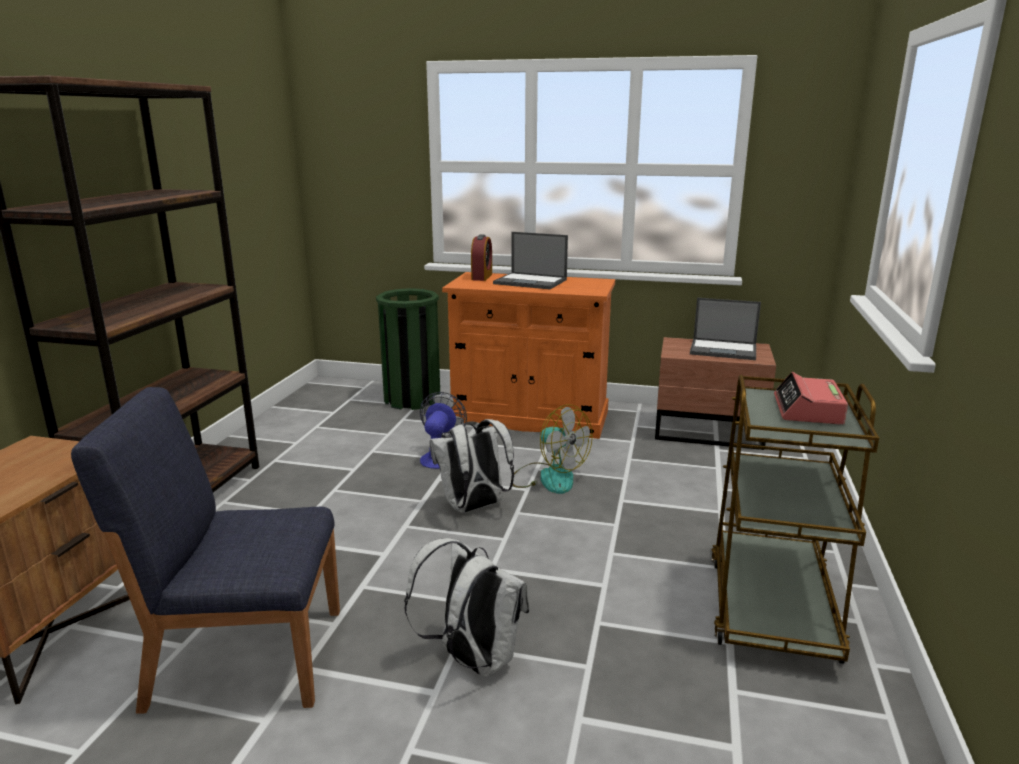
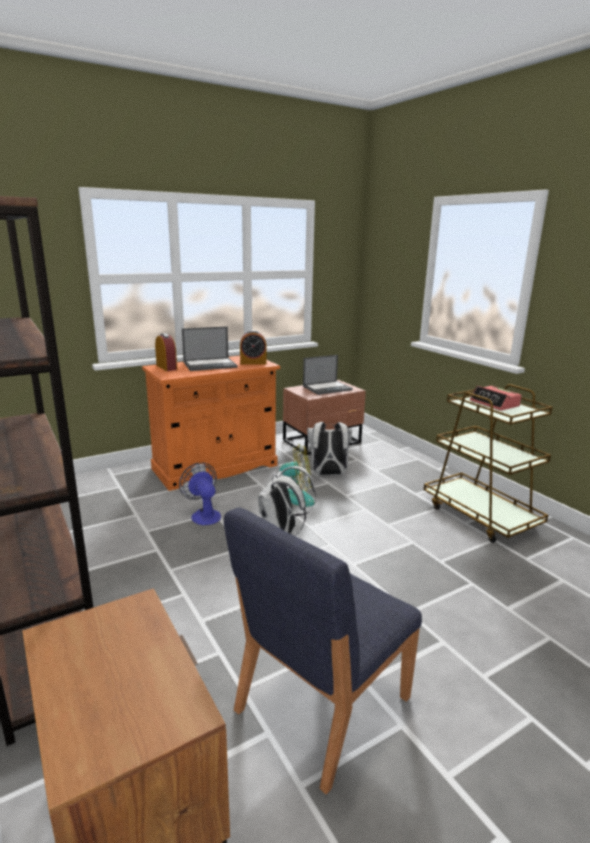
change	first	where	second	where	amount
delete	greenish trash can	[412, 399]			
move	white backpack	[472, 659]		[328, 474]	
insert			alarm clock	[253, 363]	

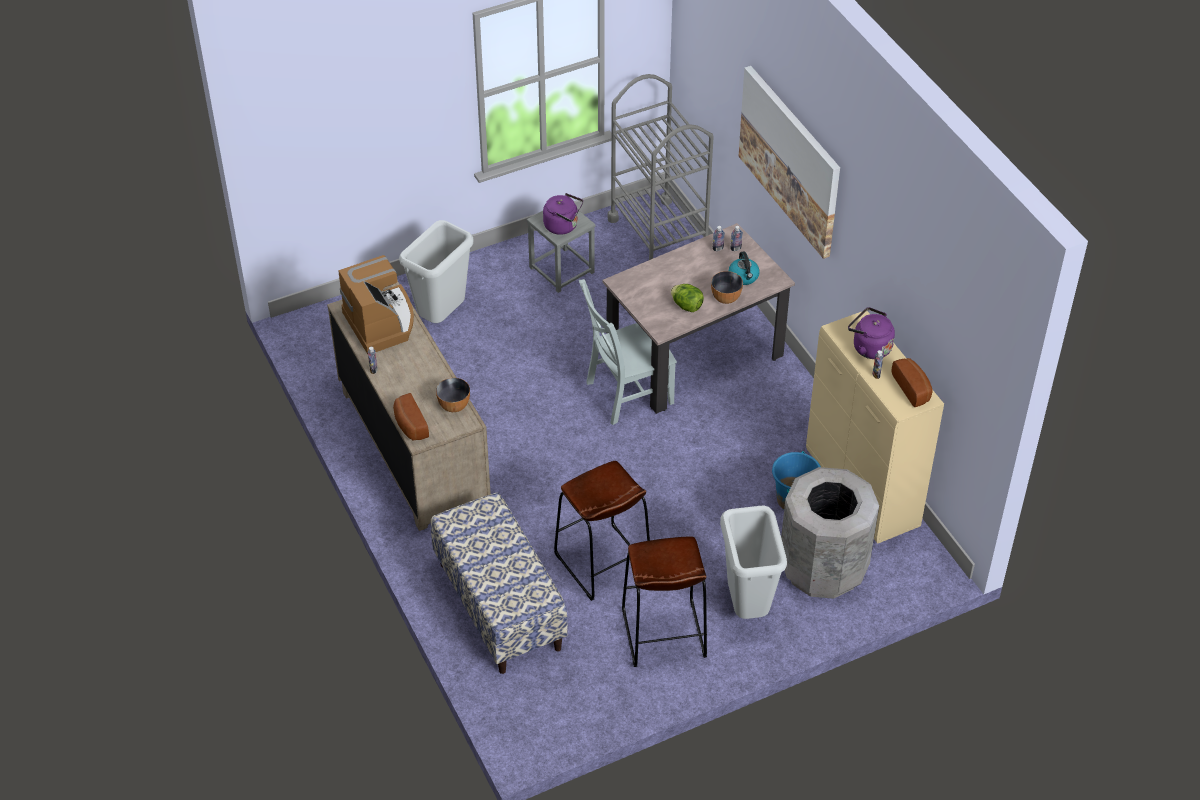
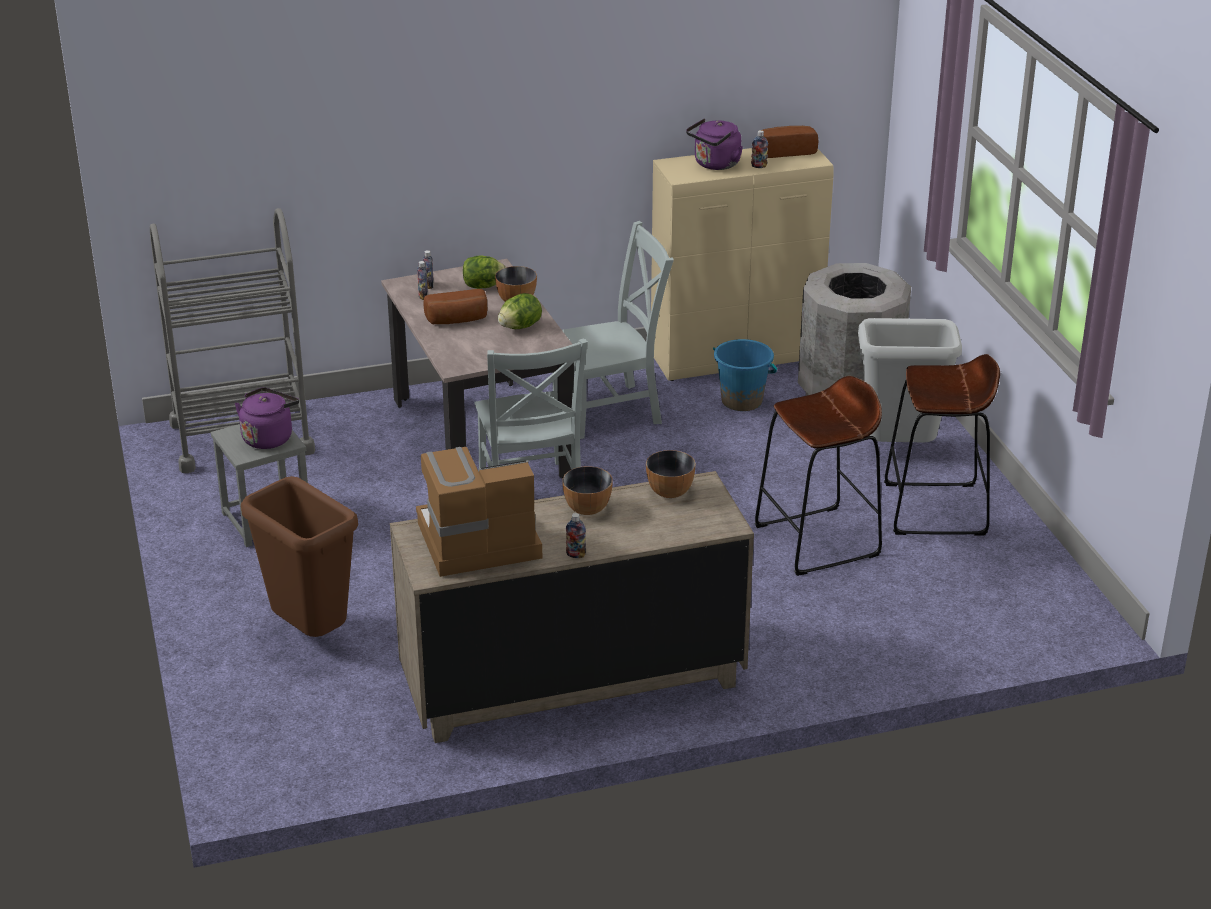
change	first	where	second	where	amount
delete	wall picture	[790, 160]			
recolor	greyish trash can	[441, 316]	brownish trash can	[309, 634]	
replace	tea kettle	[744, 277]	head of lettuce	[483, 286]	
move	bread	[409, 425]		[457, 320]	
delete	indoor bench	[499, 606]			
insert			greyish plain chair	[612, 411]	
insert			serving bowl	[587, 509]	

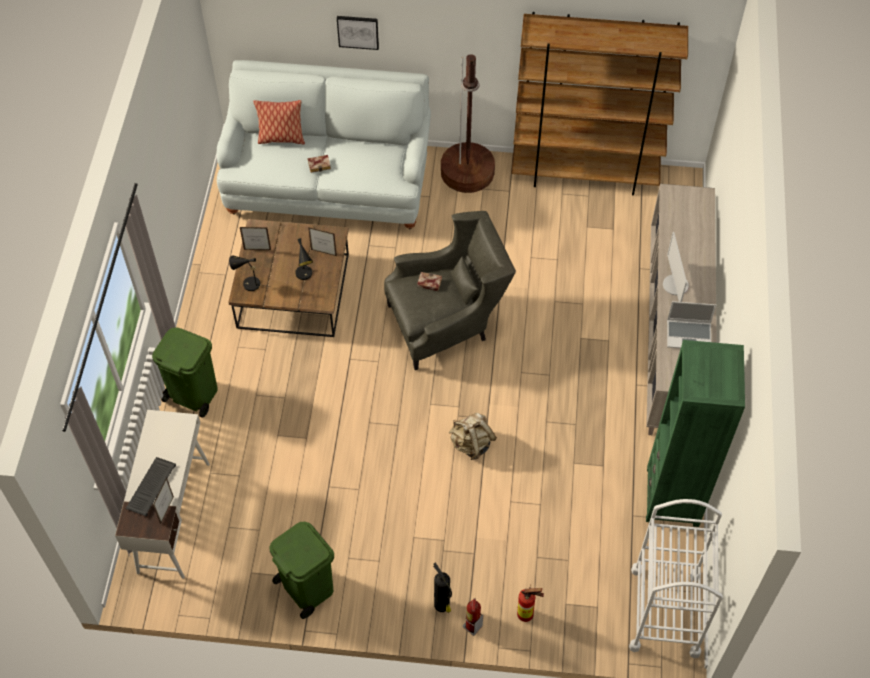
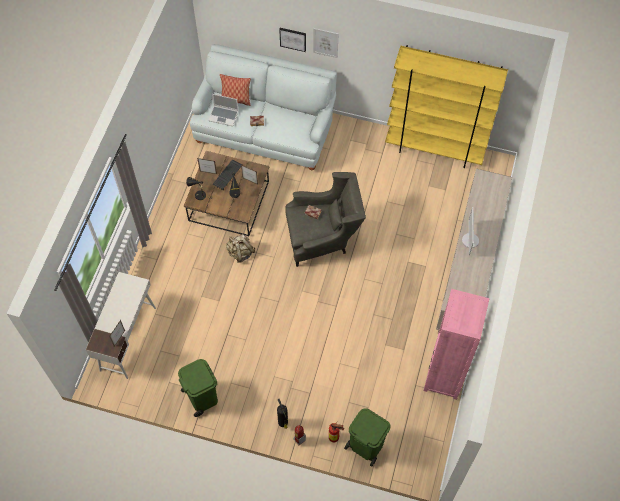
change	first	where	second	where	amount
recolor	brownish shelving unit	[585, 175]	yellow-coloured shelving unit	[435, 149]	
delete	brownish floor lamp	[467, 172]			
move	laptop	[689, 335]		[224, 116]	
move	greenish trash can	[193, 394]		[365, 445]	
recolor	greenish shelving unit	[673, 496]	pinkish shelving unit	[444, 377]	
move	beige-coloured backpack	[471, 444]		[240, 253]	
move	PC keyboard	[151, 486]		[227, 174]	
delete	white trolley	[665, 611]			
insert			wall picture	[325, 42]	

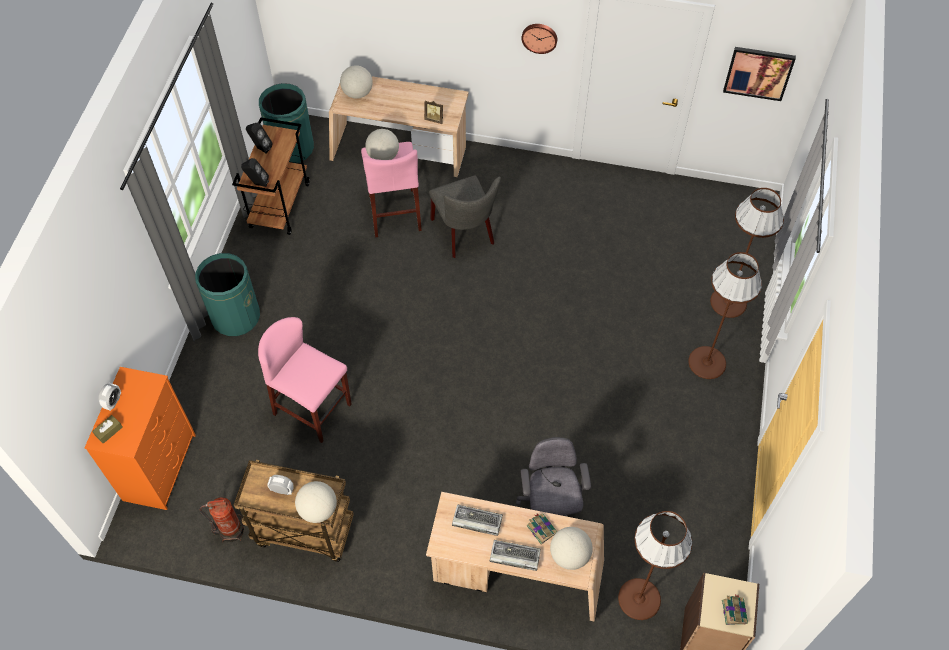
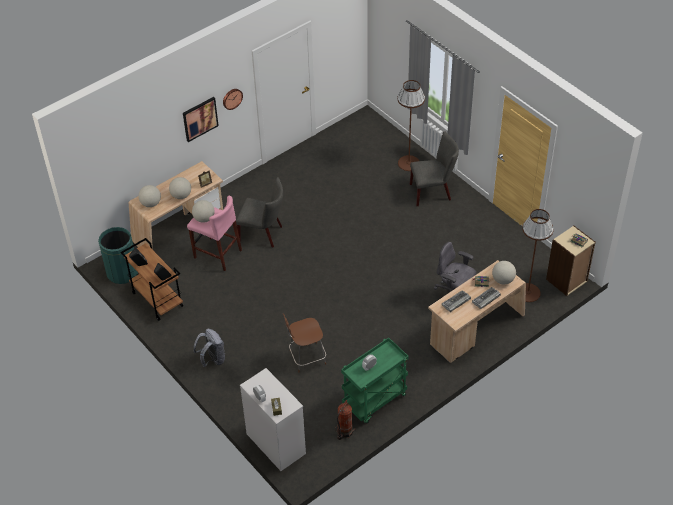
change	first	where	second	where	amount
move	wall picture	[758, 72]		[200, 118]	
replace	brownish floor lamp	[707, 362]	greyish plain chair	[433, 192]	
replace	greenish trash can	[236, 316]	greyish backpack	[212, 359]	
replace	pinkish stool	[312, 409]	brownish plain chair	[306, 357]	
recolor	orange chest of drawers	[160, 466]	white chest of drawers	[275, 443]	
recolor	brownish trolley	[302, 532]	greenish trolley	[374, 401]	
move	globe	[318, 509]		[181, 196]	

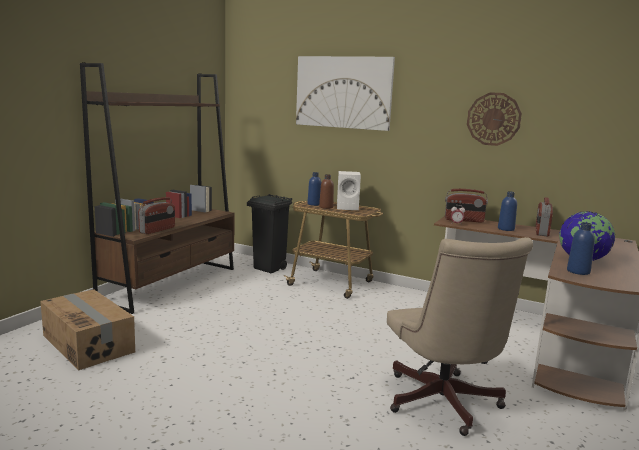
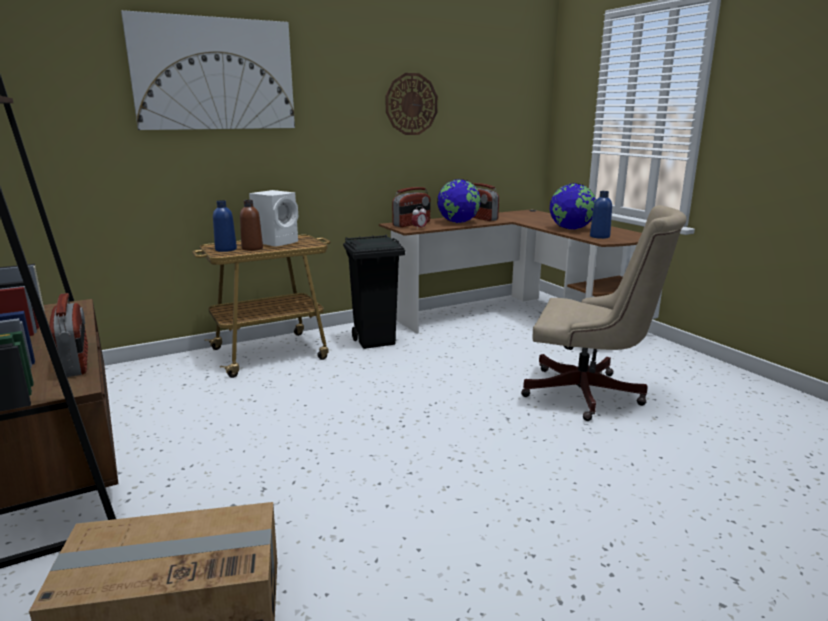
change	first	where	second	where	amount
replace	blue beverage bottle	[506, 229]	globe	[458, 222]	
move	blackish trash can	[269, 268]		[375, 341]	

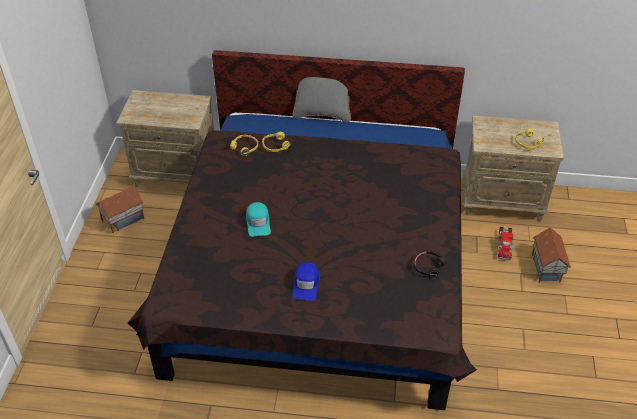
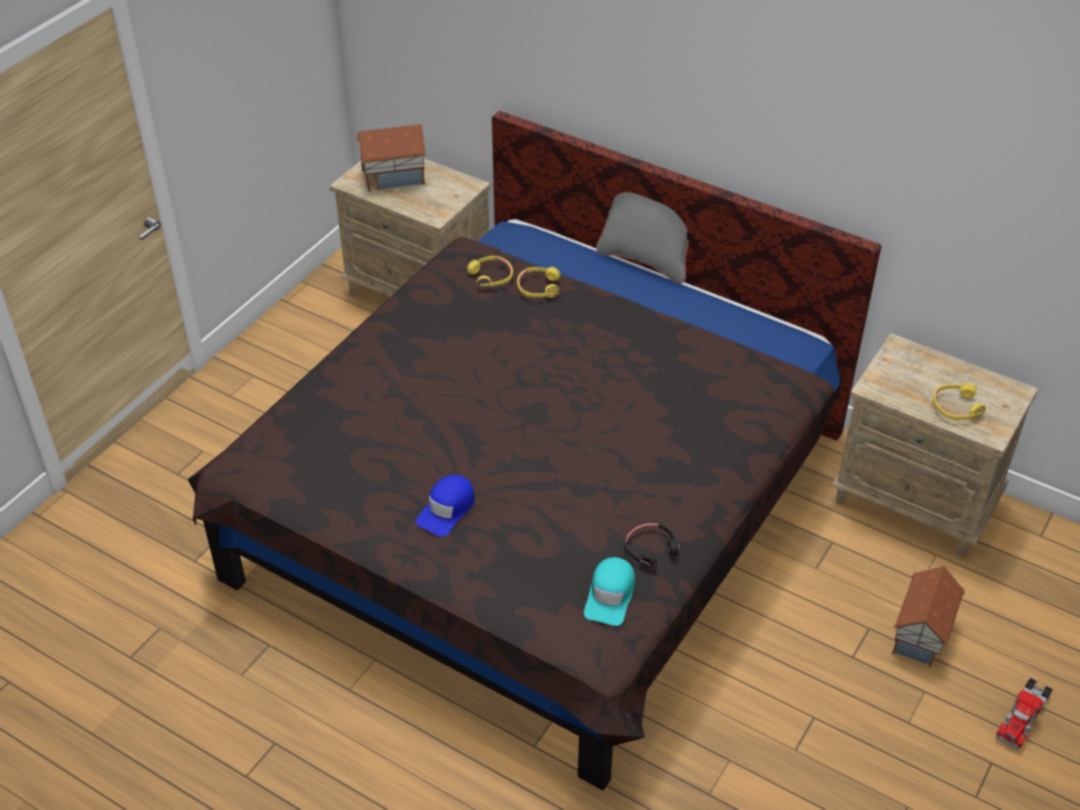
change	first	where	second	where	amount
move	model house	[123, 219]		[393, 177]	
move	turquoise cap	[258, 222]		[610, 595]	
move	model truck	[504, 245]		[1022, 716]	

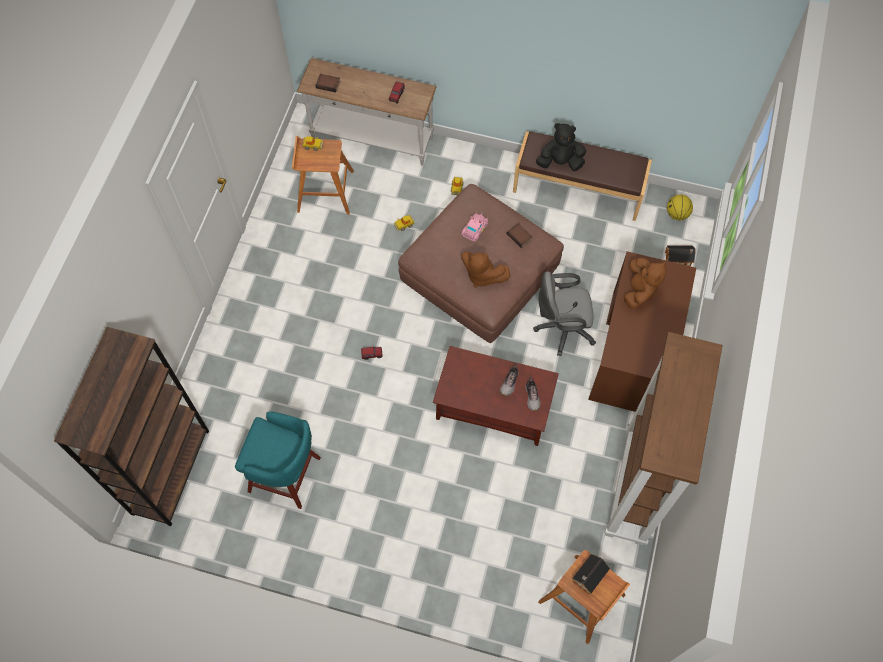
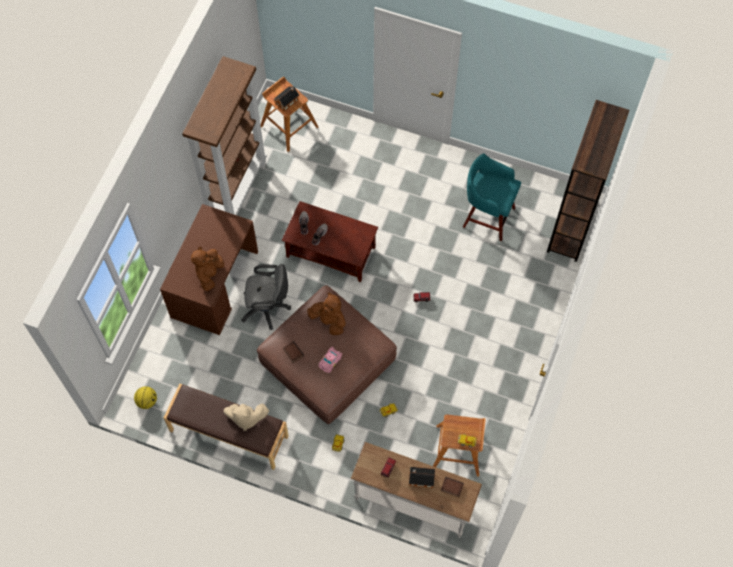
change	first	where	second	where	amount
recolor	blackish plush toy	[560, 162]	beige-coloured plush toy	[246, 418]	
move	model house	[679, 259]		[420, 479]	

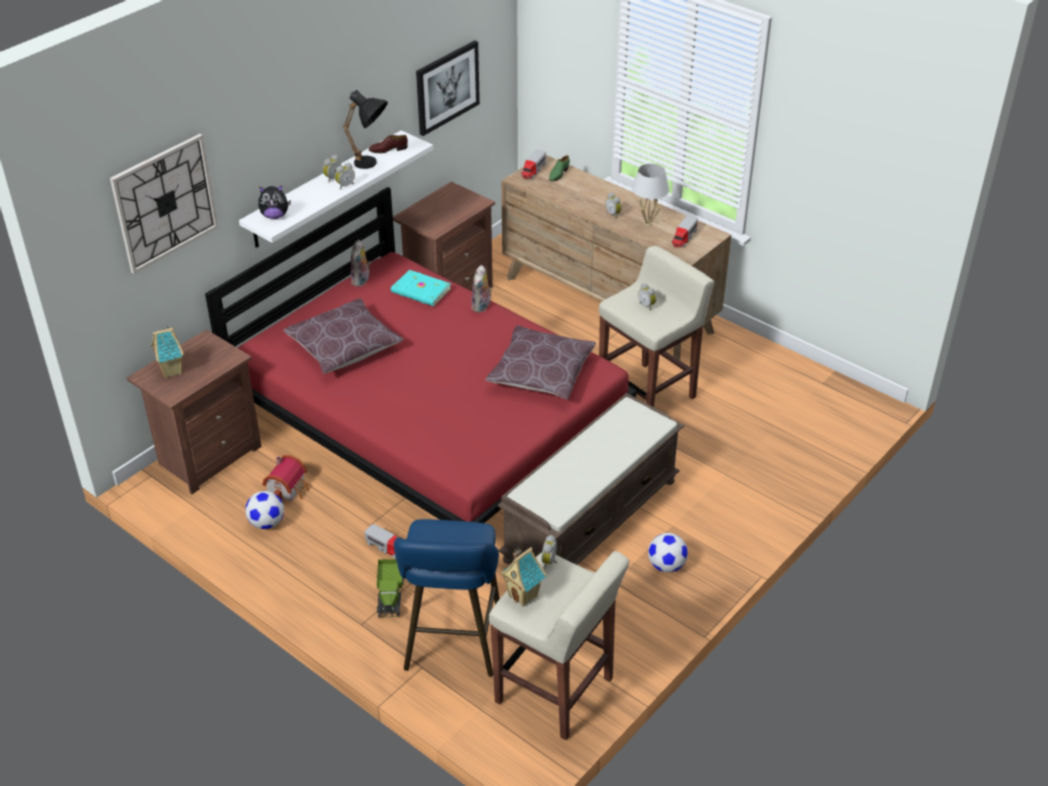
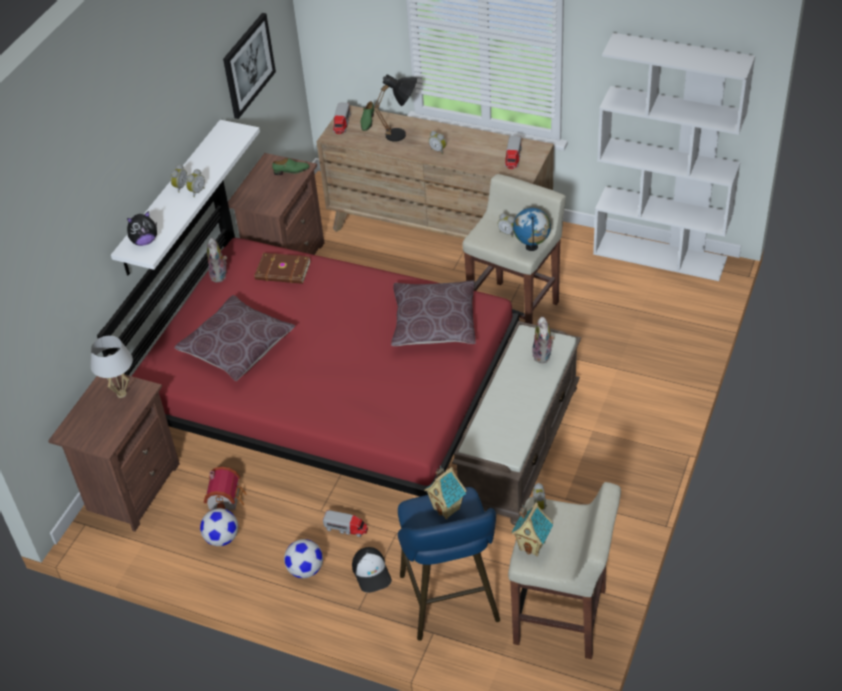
change	first	where	second	where	amount
move	blackish tabletop lamp	[371, 165]		[403, 136]	
delete	clock on the wall	[165, 203]			
delete	brownish low shoe	[388, 149]			
move	white tabletop lamp	[648, 224]		[122, 394]	
move	plush toy	[482, 306]		[543, 355]	
recolor	turquoise book	[421, 291]	brownish book	[283, 271]	
move	model house	[172, 371]		[447, 509]	
move	football ball	[666, 566]		[305, 570]	
replace	model truck	[390, 594]	cap	[372, 572]	
insert			white shelving unit	[660, 255]	
insert			greenish low shoe	[291, 171]	
insert			globe	[532, 247]	

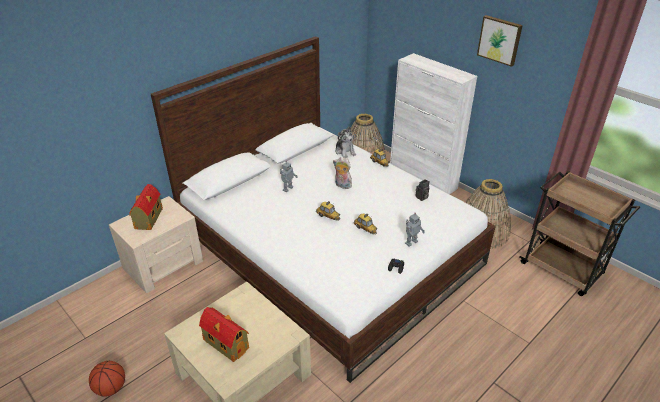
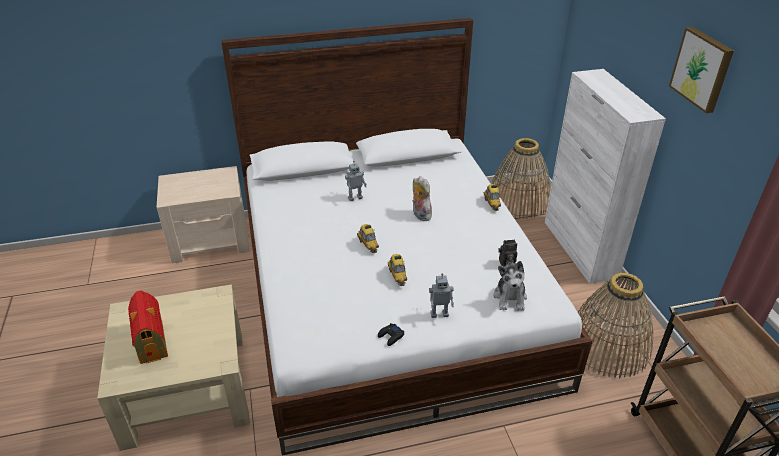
change	first	where	second	where	amount
move	plush toy	[345, 152]		[510, 297]	
delete	model house	[148, 219]			
delete	basketball	[111, 388]			

